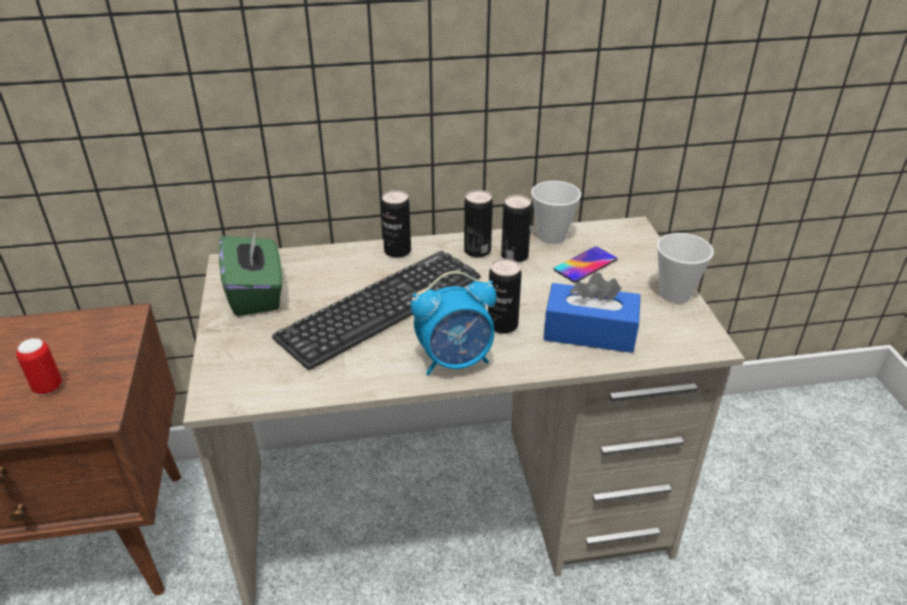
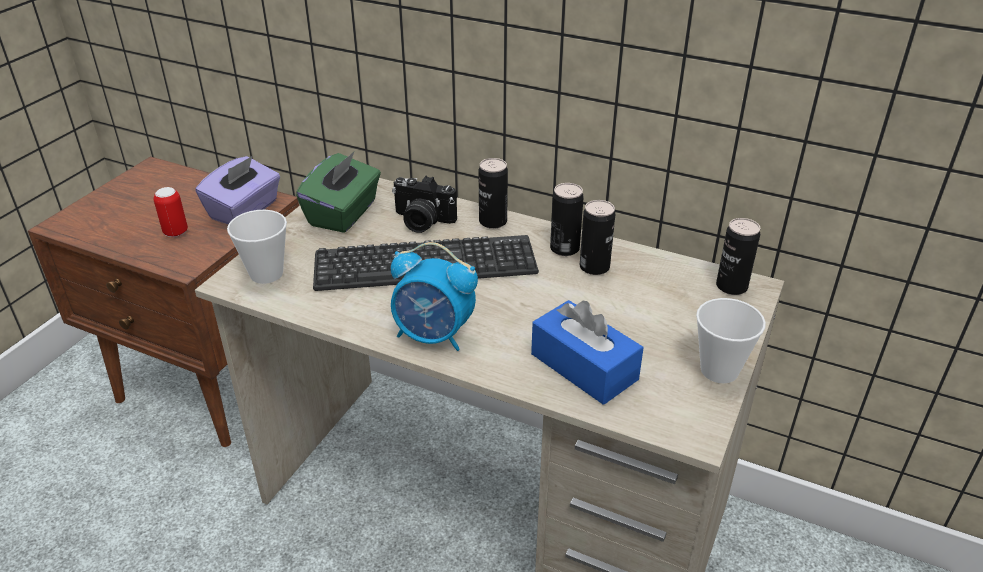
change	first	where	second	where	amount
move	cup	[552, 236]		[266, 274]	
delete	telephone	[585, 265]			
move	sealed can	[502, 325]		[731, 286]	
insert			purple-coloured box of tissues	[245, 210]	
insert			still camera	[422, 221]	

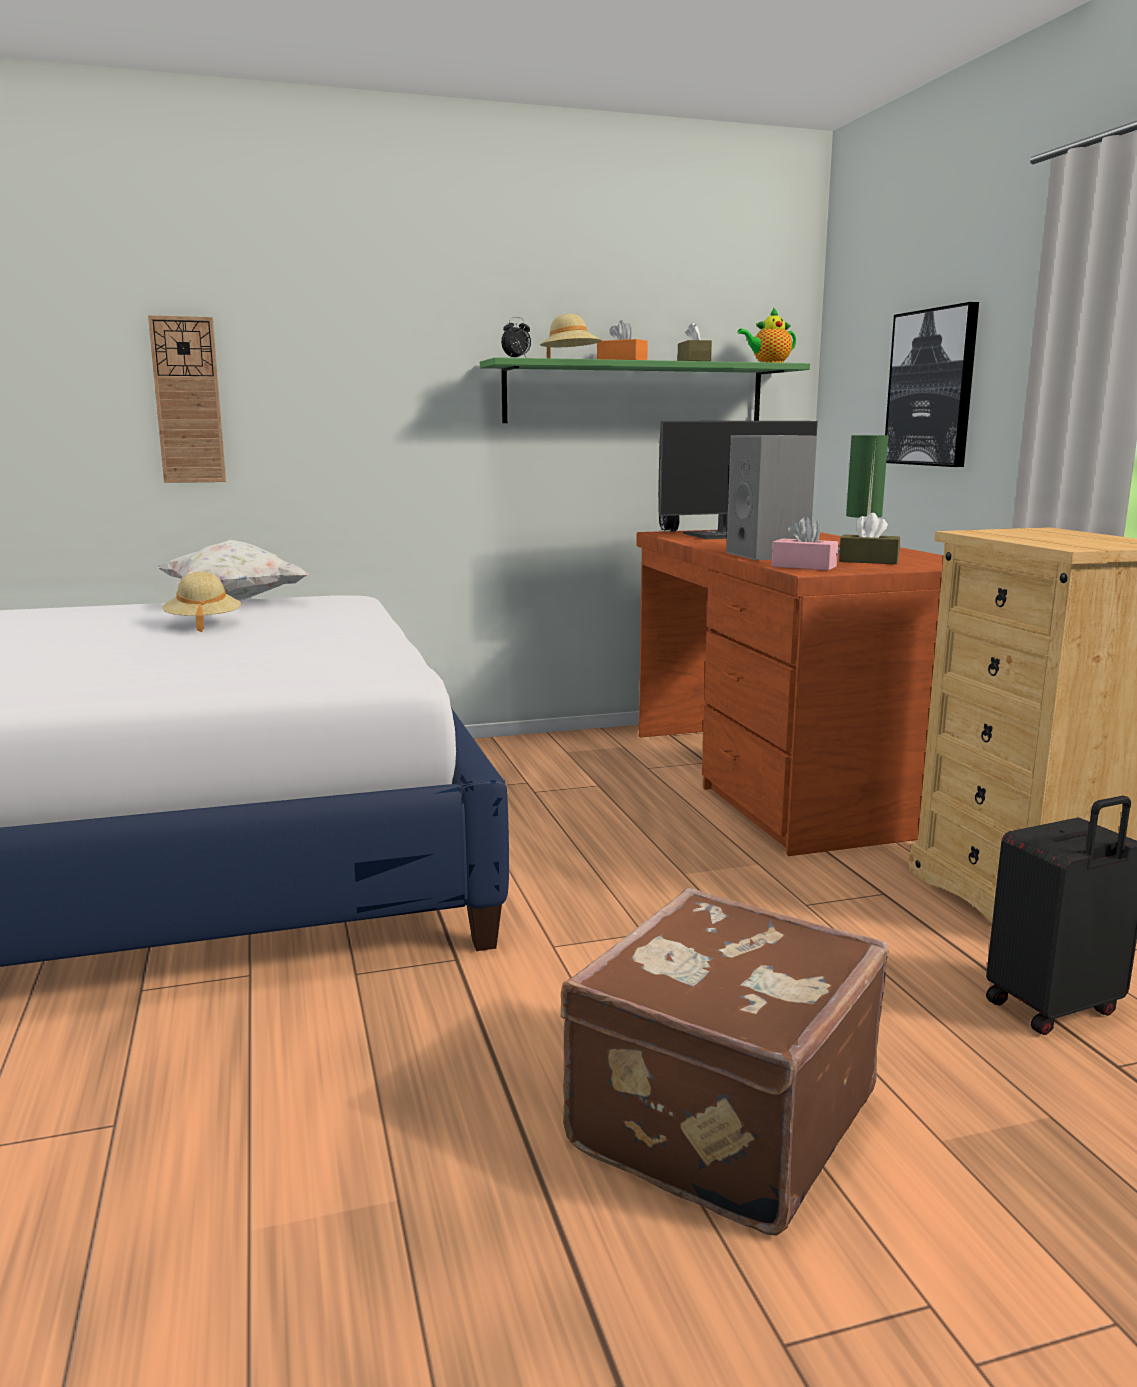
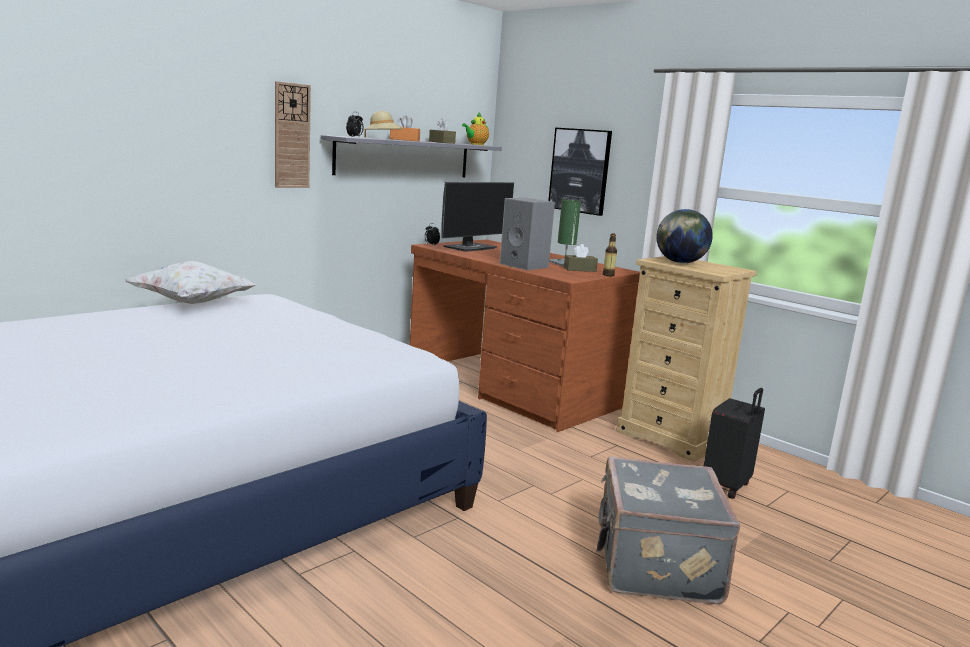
change	first	where	second	where	amount
move	clock on the wall	[188, 400]		[291, 136]	
recolor	greenish shelf	[635, 393]	greyish shelf	[404, 158]	
delete	pinkish box of tissues	[804, 566]			
delete	beige-coloured wearable hat	[203, 624]			
recolor	brownish travel case	[717, 1120]	greyish travel case	[654, 565]	
insert			globe	[680, 263]	
insert			beverage bottle	[608, 275]	

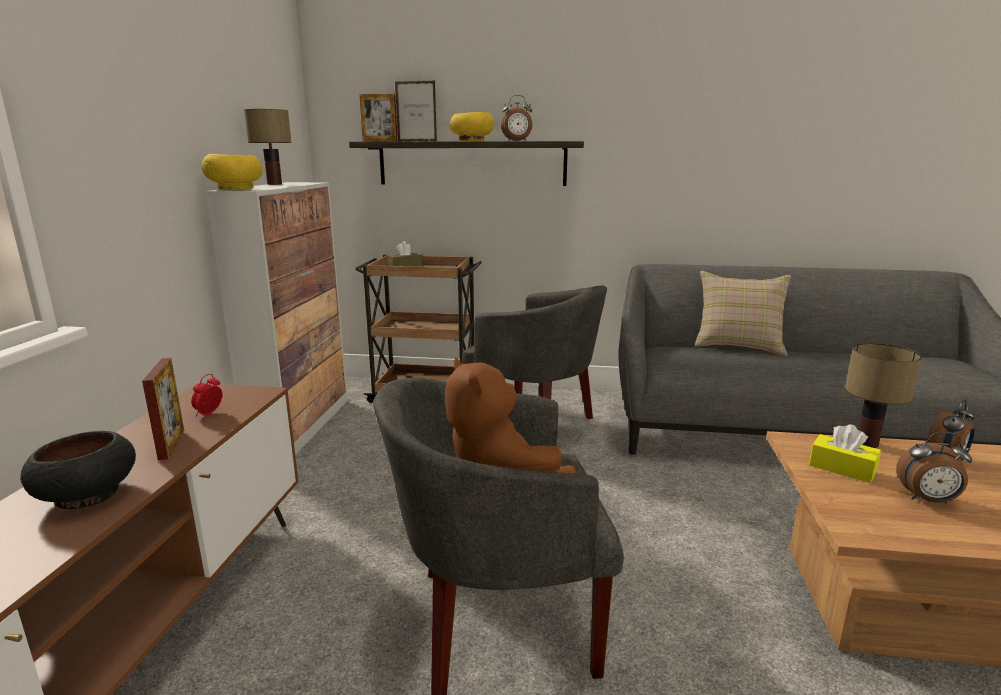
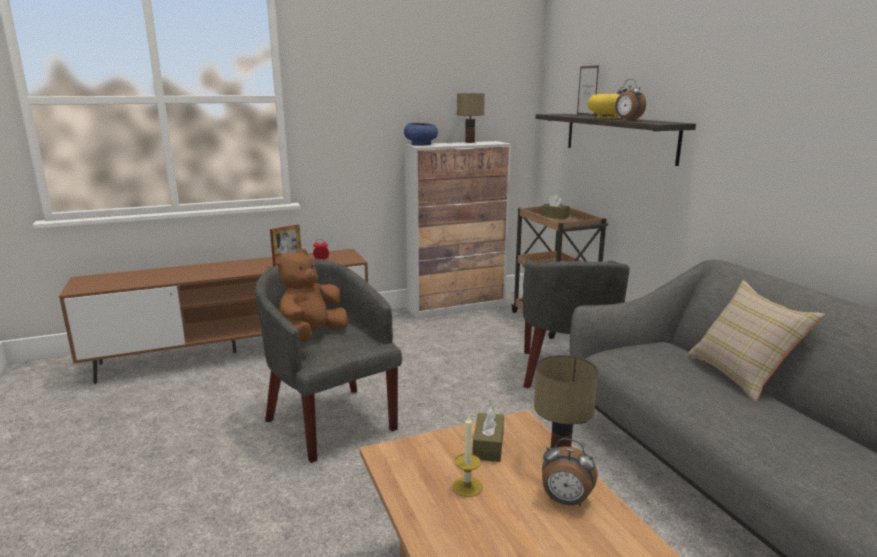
change	first	where	second	where	amount
delete	photo frame	[380, 141]			
recolor	yellow-coloured serving bowl	[235, 189]	blue serving bowl	[421, 144]	
recolor	yellow-coloured box of tissues	[842, 468]	brownish box of tissues	[488, 446]	
delete	blackish serving bowl	[86, 495]			
replace	alarm clock	[927, 500]	wax light	[467, 486]	

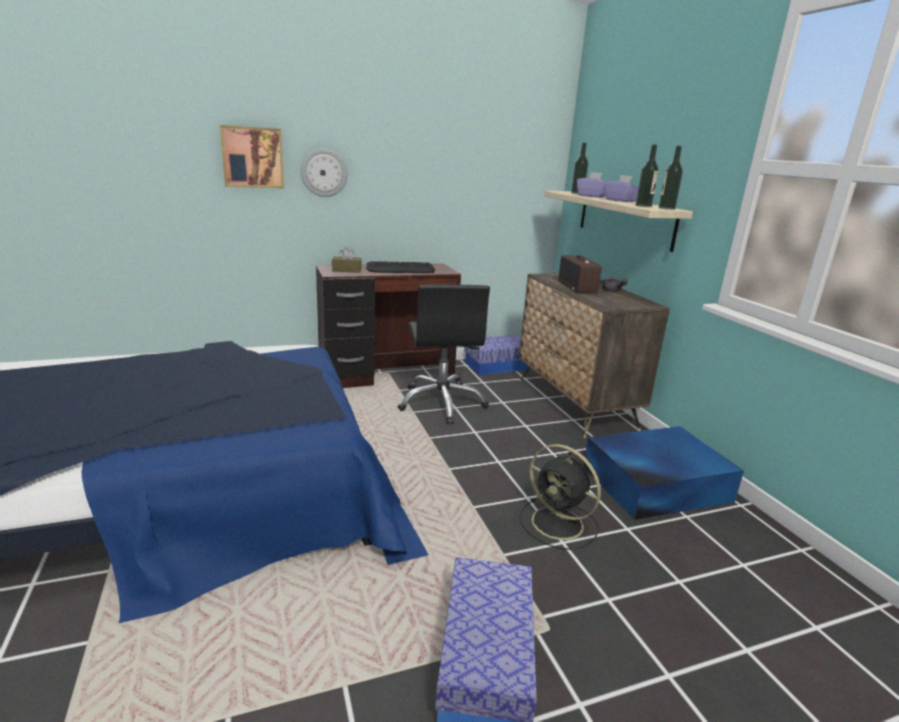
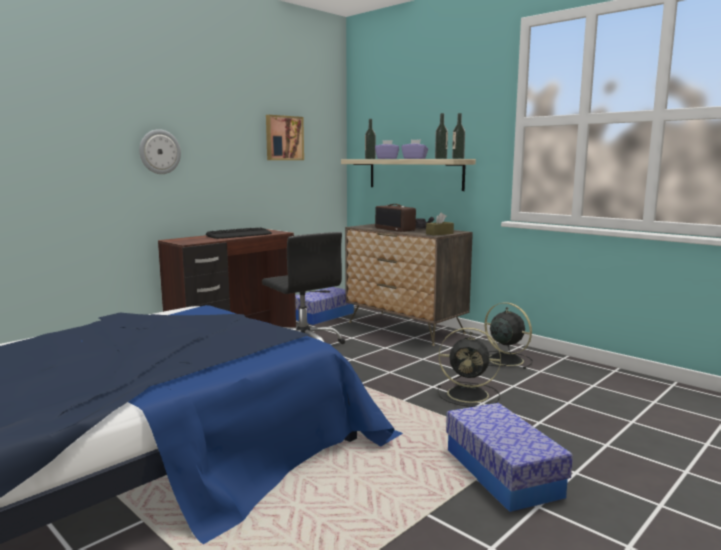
change	first	where	second	where	amount
move	wall picture	[252, 157]		[283, 138]	
move	brownish box of tissues	[346, 270]		[439, 233]	
replace	blue storage bin	[653, 483]	blackish cooling fan	[504, 359]	

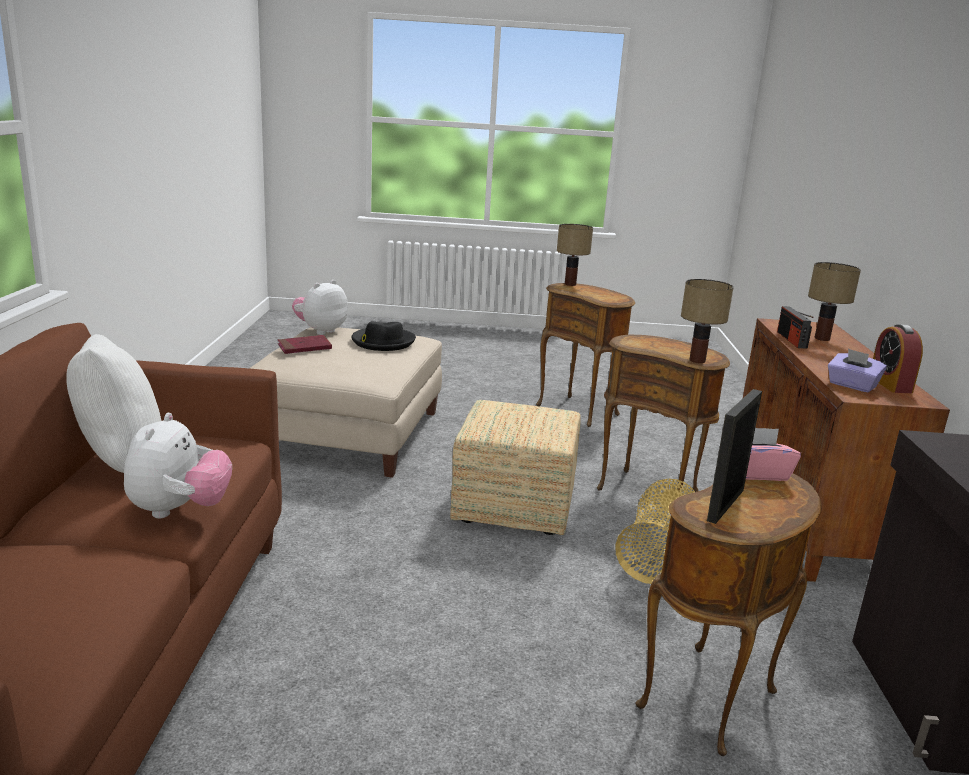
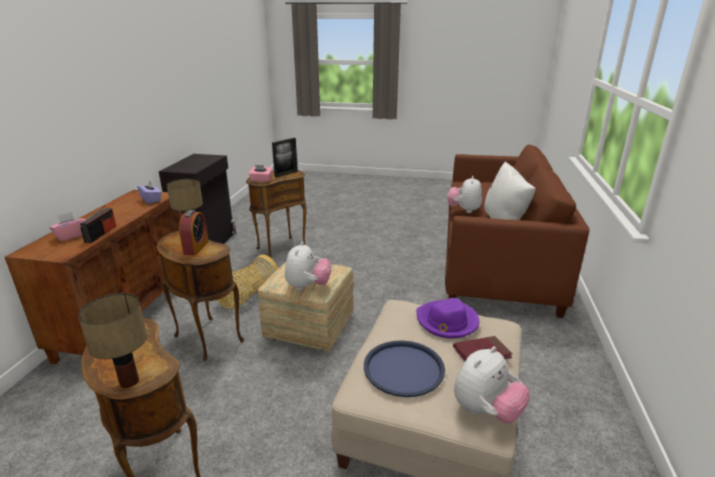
change	first	where	second	where	amount
replace	tabletop lamp	[821, 338]	pinkish box of tissues	[71, 236]	
replace	blackish wearable hat	[383, 342]	blue serving tray	[403, 368]	
move	alarm clock	[890, 384]		[196, 247]	
insert			plush toy	[307, 286]	
insert			purple-coloured wearable hat	[447, 321]	

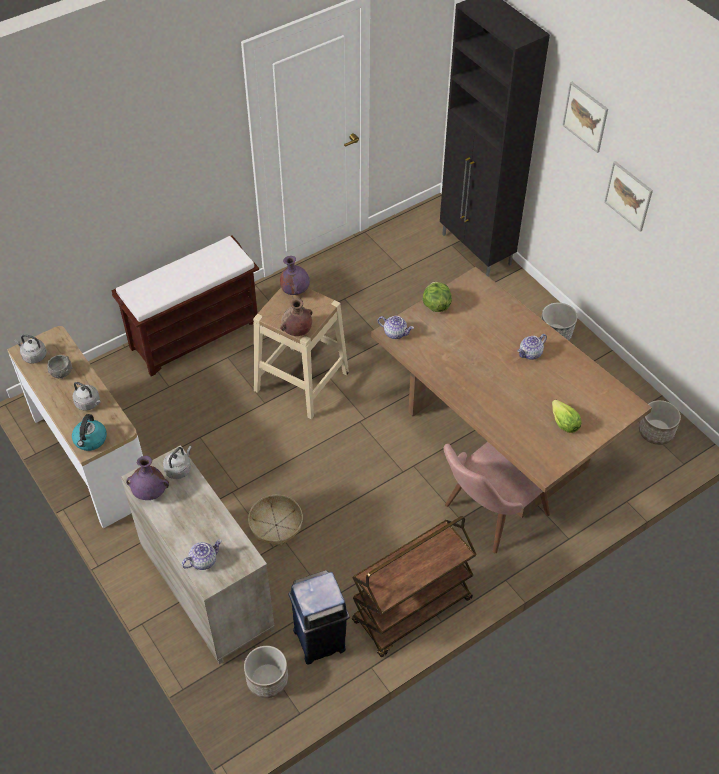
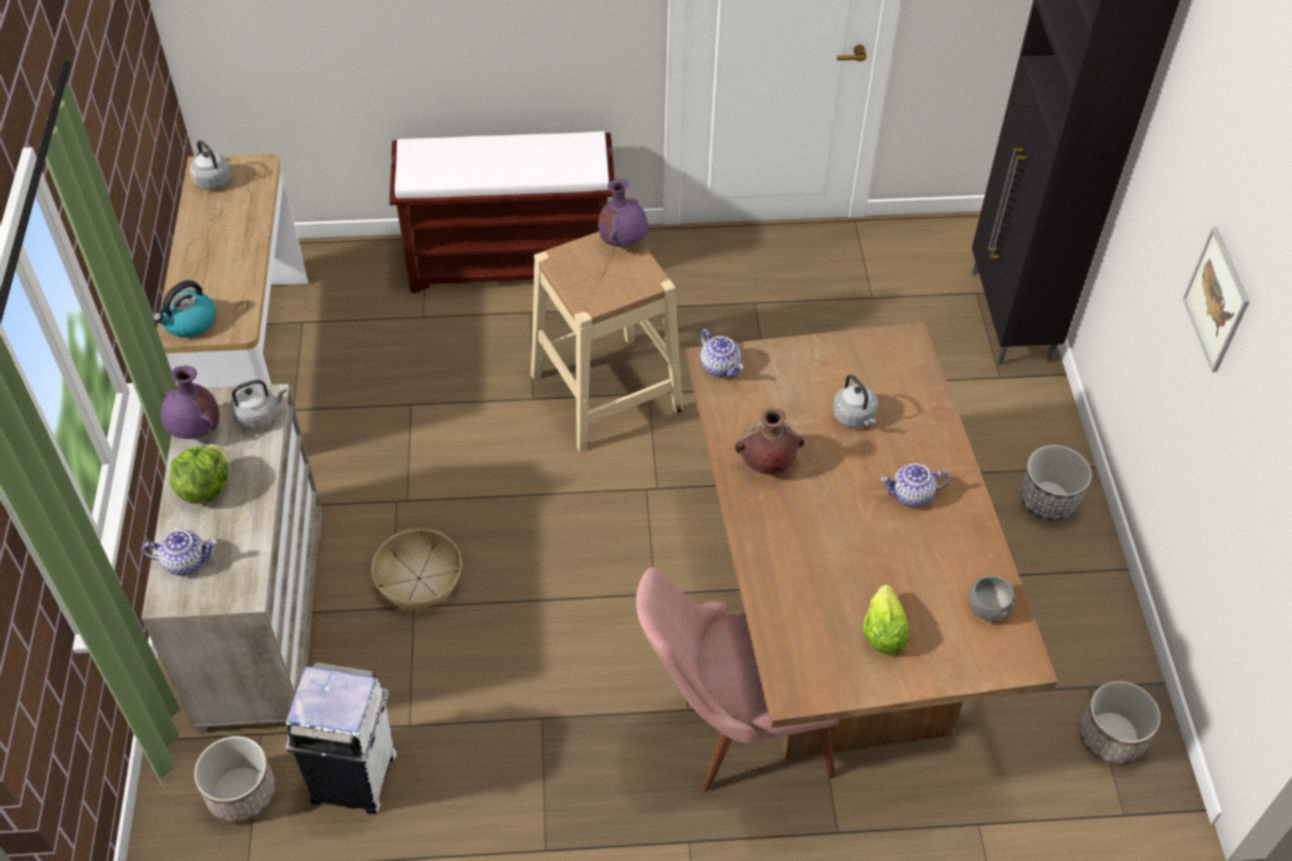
change	first	where	second	where	amount
delete	wall picture	[585, 117]			
move	head of lettuce	[436, 305]		[204, 488]	
move	brownish decorative vase	[296, 331]		[766, 463]	
move	greyish serving bowl	[61, 372]		[988, 607]	
move	greyish tea kettle	[89, 403]		[855, 417]	
delete	brownish trolley	[412, 611]			
recolor	blue trash can	[320, 639]	white trash can	[355, 777]	

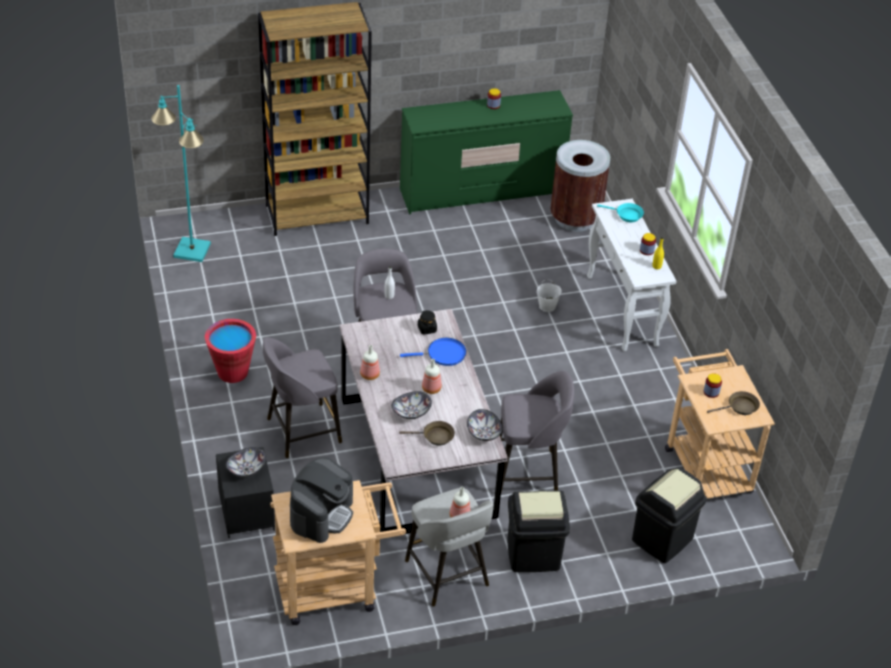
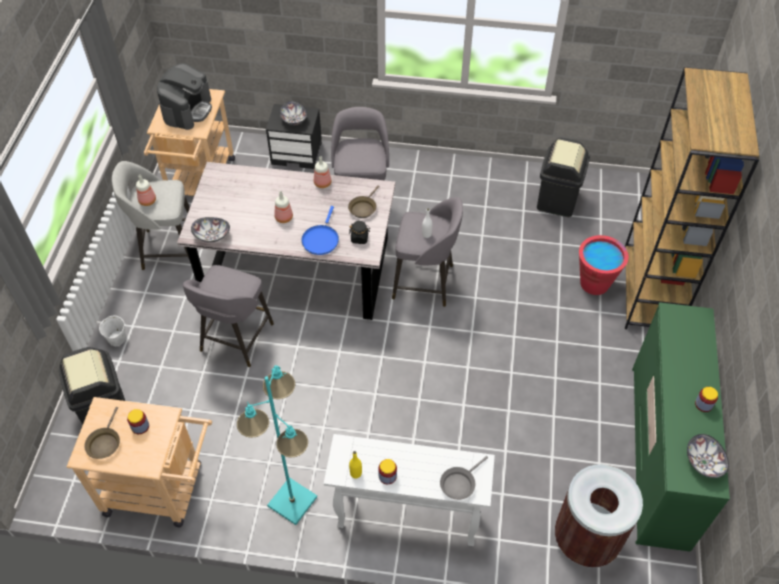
change	first	where	second	where	amount
move	turquoise floor lamp	[192, 250]		[293, 501]	
recolor	turquoise frying pan	[626, 215]	greyish frying pan	[459, 483]	
move	white bucket	[547, 306]		[117, 339]	
move	reddish bucket	[232, 372]		[594, 283]	
move	serving bowl	[411, 413]		[703, 462]	
move	brownish frying pan	[435, 436]		[363, 208]	
rotate	coffee machine	[321, 514]		[187, 110]	120 degrees counterclockwise
move	blackish trash can	[533, 555]		[557, 200]	

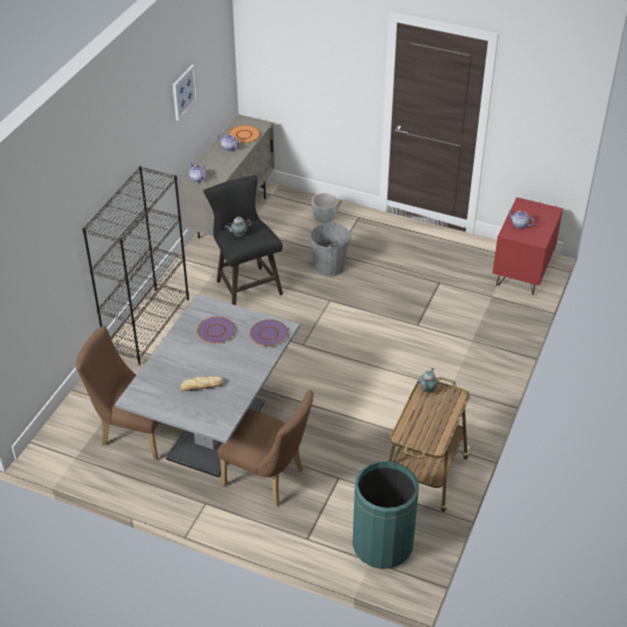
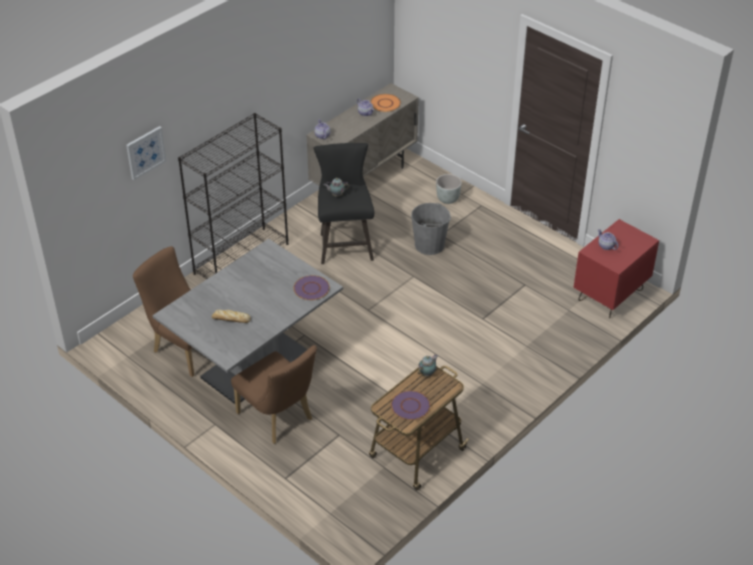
change	first	where	second	where	amount
move	wall picture	[183, 92]		[145, 152]	
move	purple-coloured plate	[216, 331]		[410, 406]	
delete	greenish trash can	[382, 545]			

